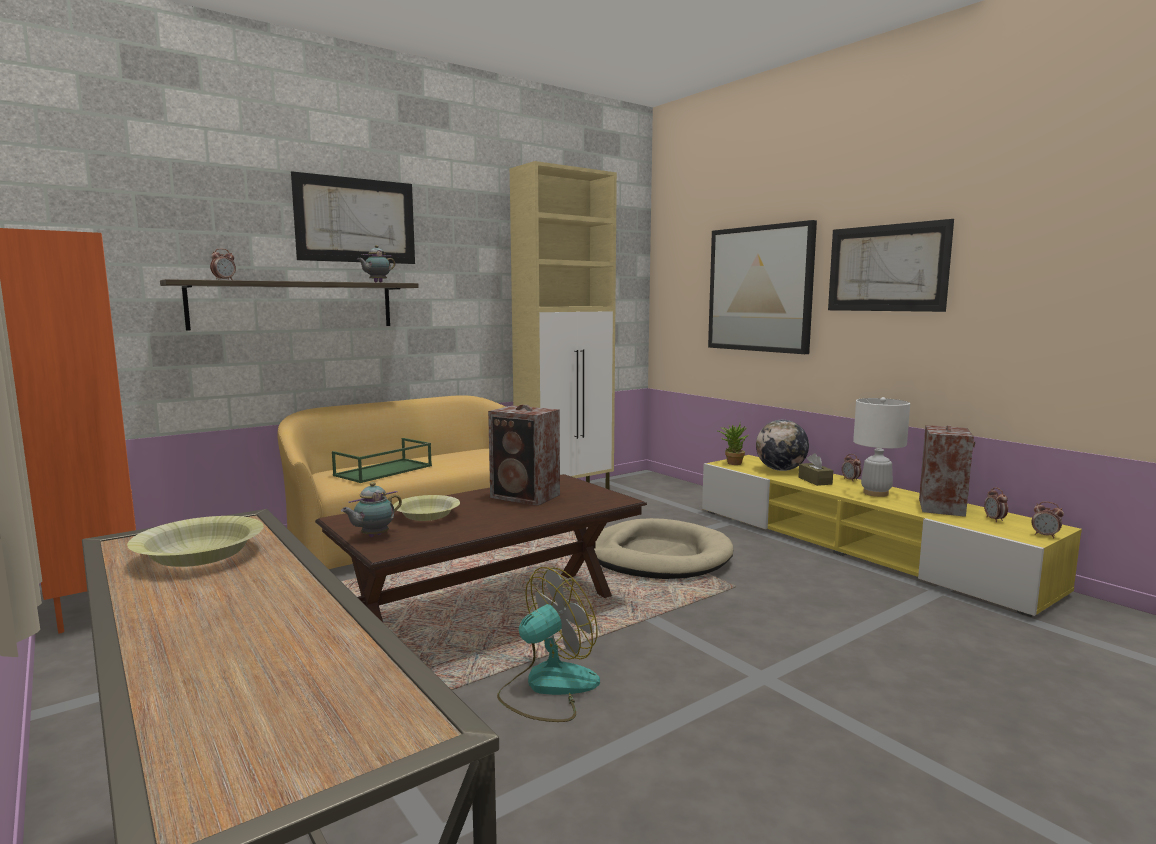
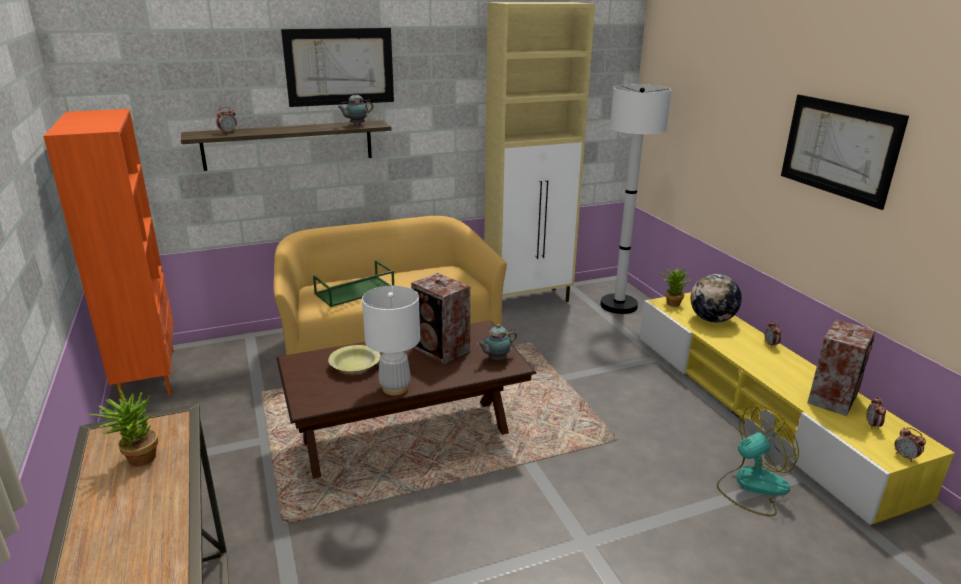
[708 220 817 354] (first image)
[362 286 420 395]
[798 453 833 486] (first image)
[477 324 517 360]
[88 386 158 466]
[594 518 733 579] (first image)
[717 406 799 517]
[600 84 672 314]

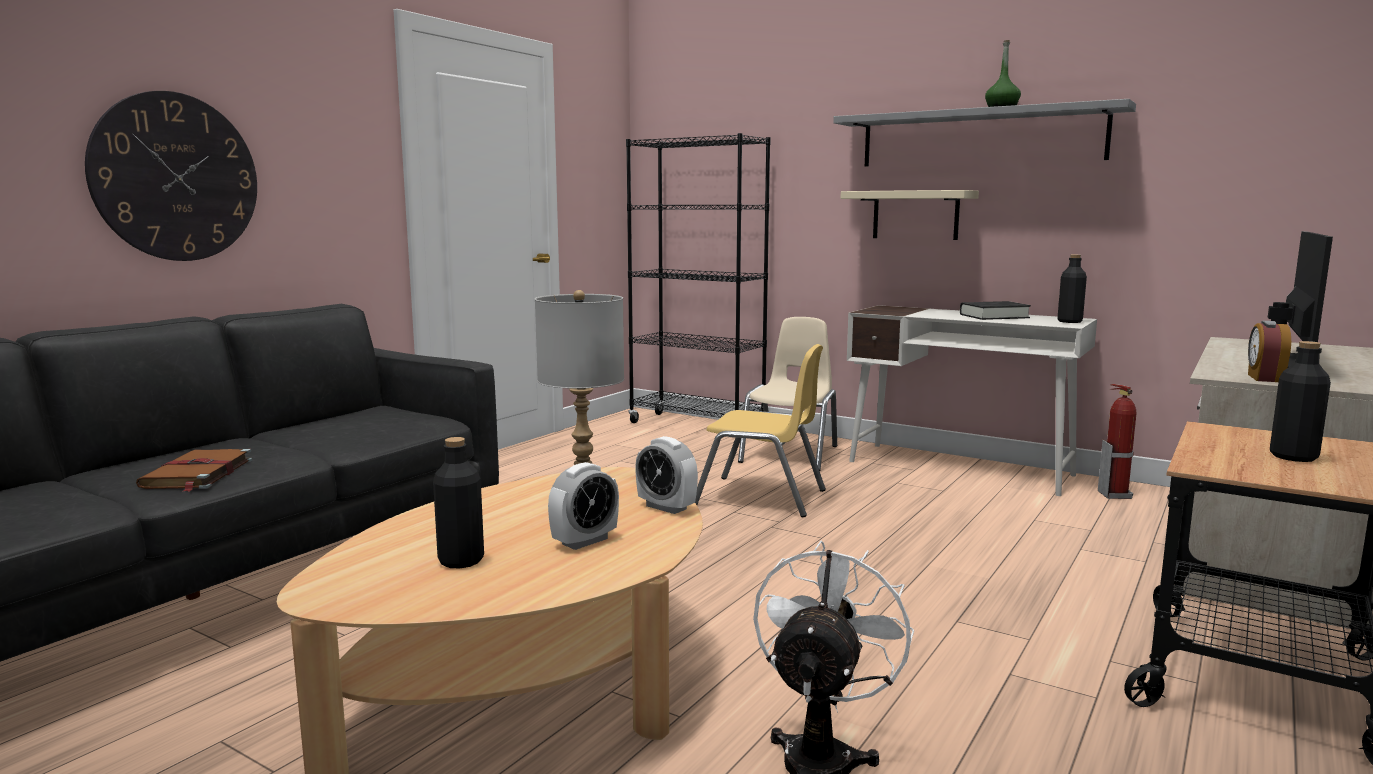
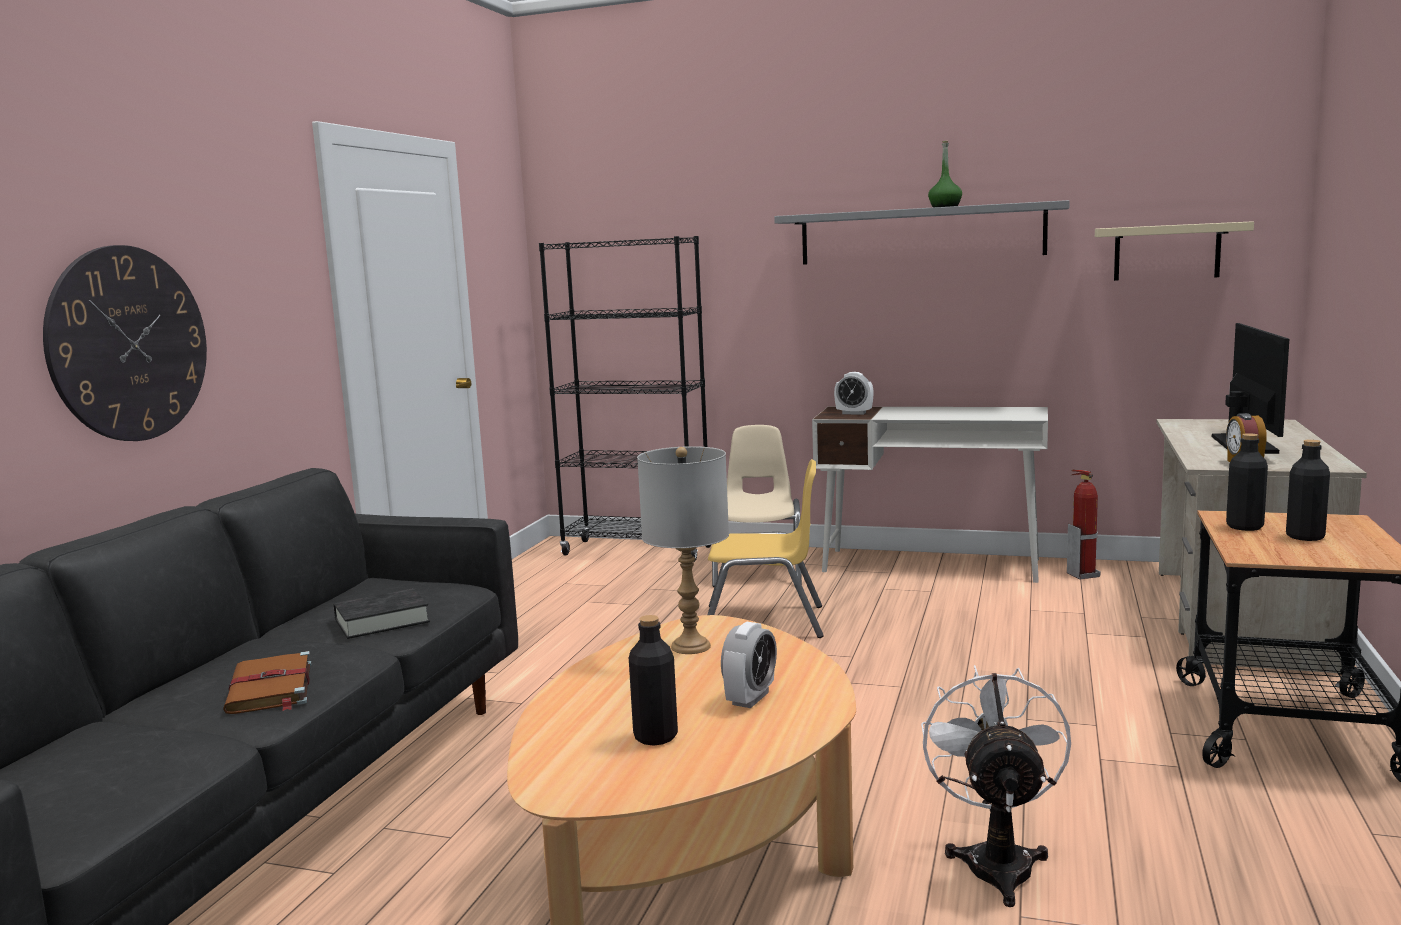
[1095 221 1254 281]
[1226 433 1268 531]
[334 588 430 639]
[834 372 873 415]

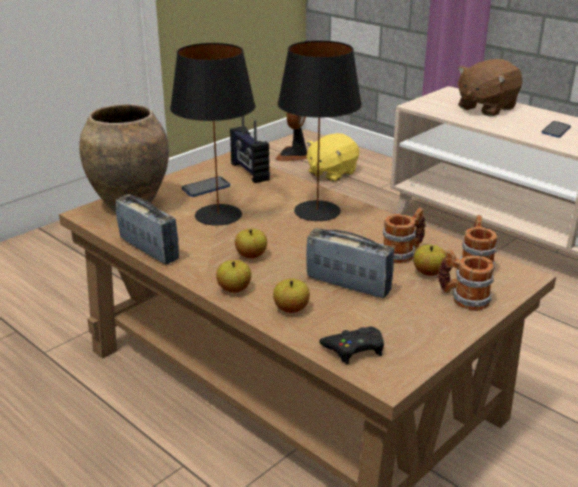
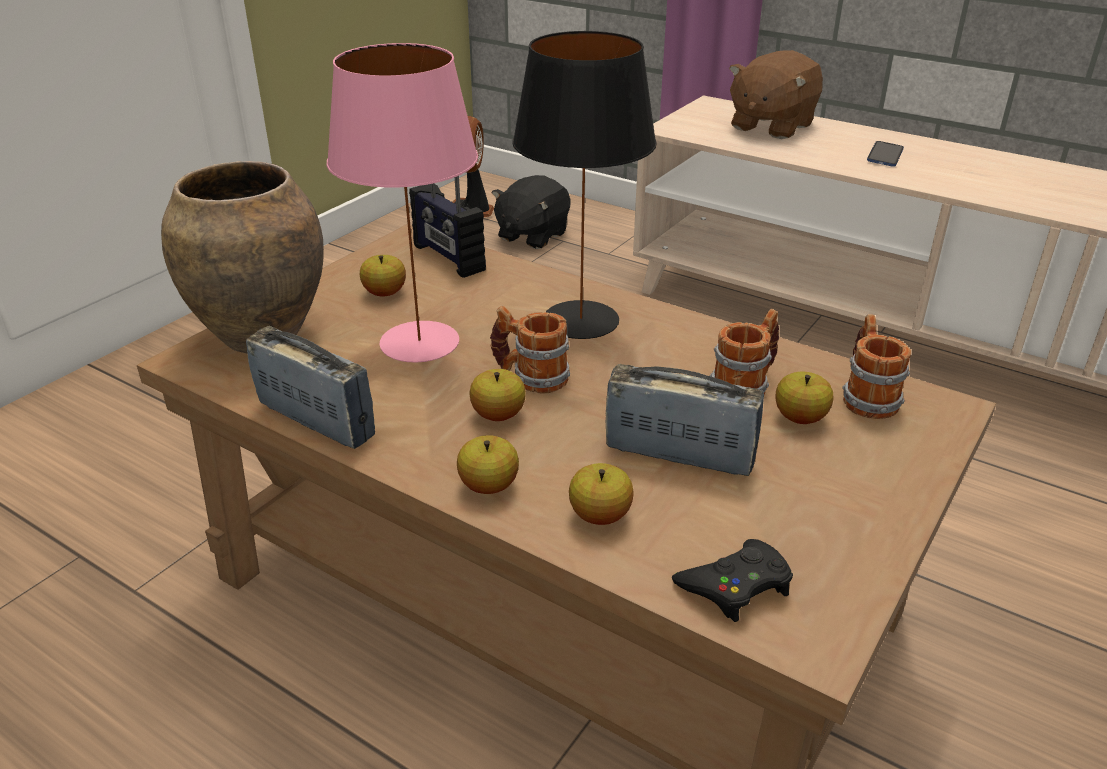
[327 43 478 363]
[491 175 570 249]
[360 255 406 296]
[490 306 570 393]

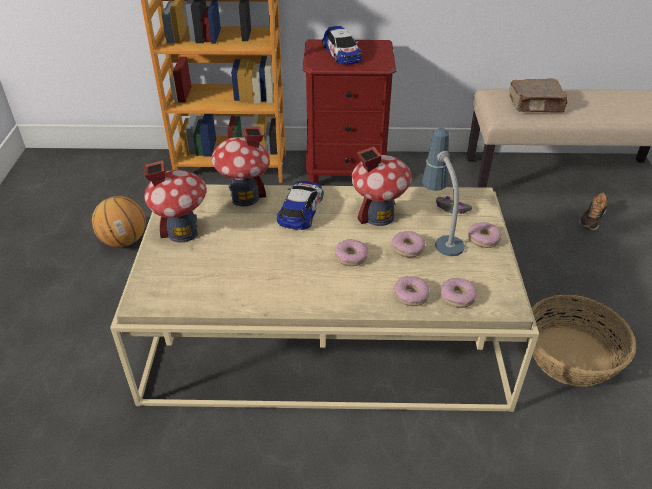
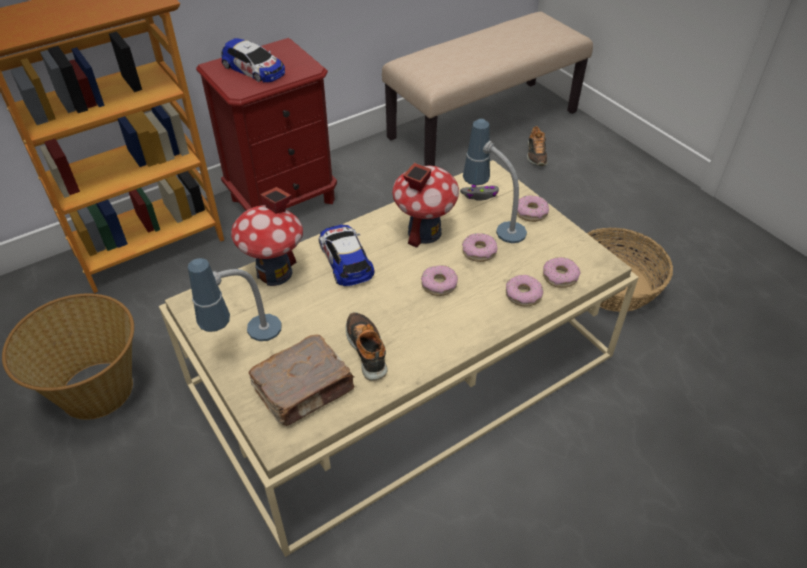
[248 335 355 426]
[188 258 282 341]
[2 293 134 420]
[346 312 388 381]

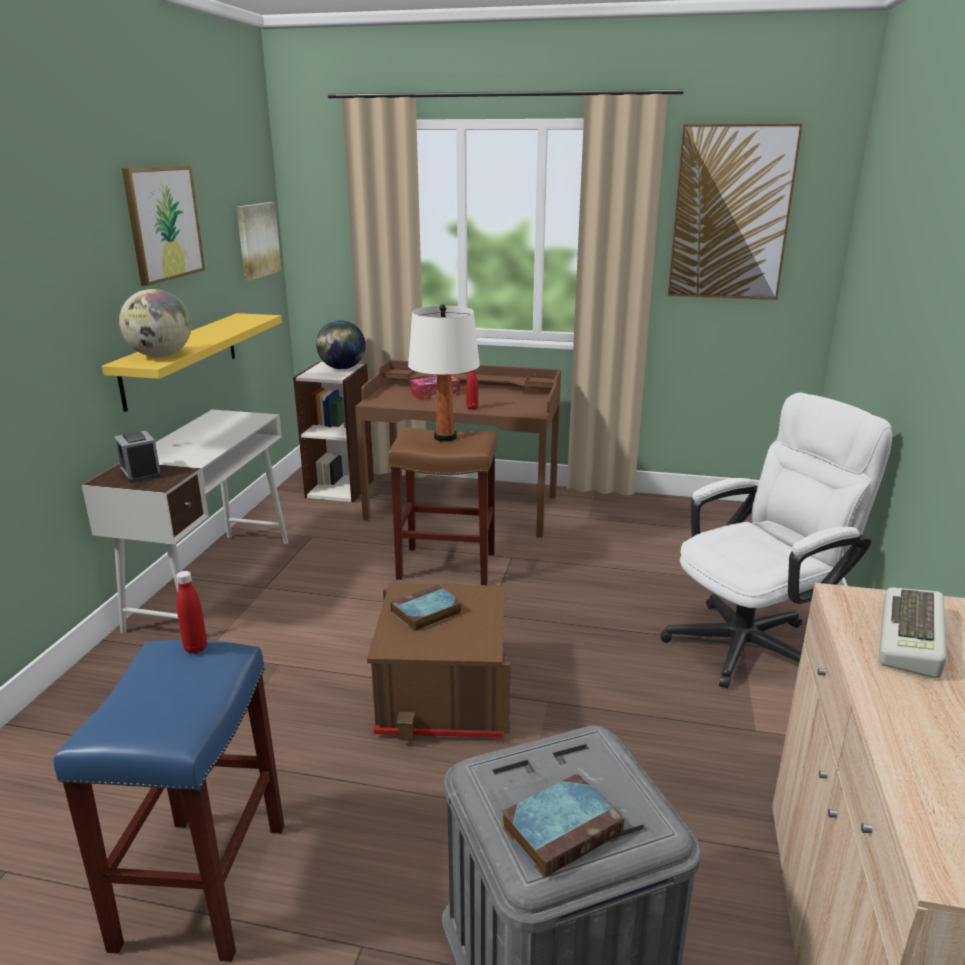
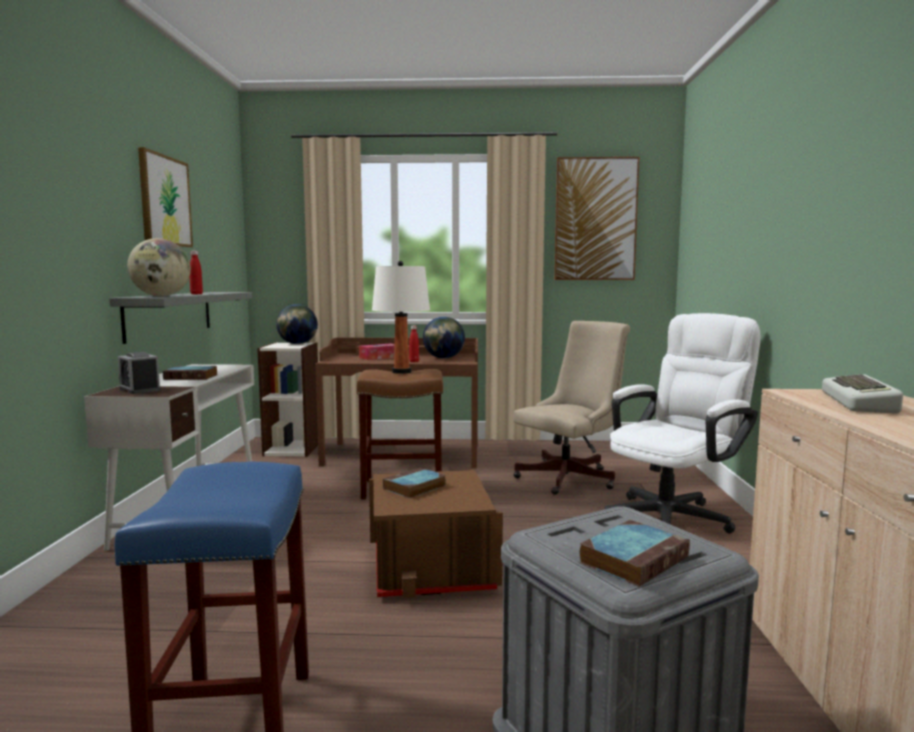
[237 202 282 281] (first image)
[109 292 252 344]
[190 251 203 294]
[423 317 465 359]
[513 321 630 495]
[163 366 217 380]

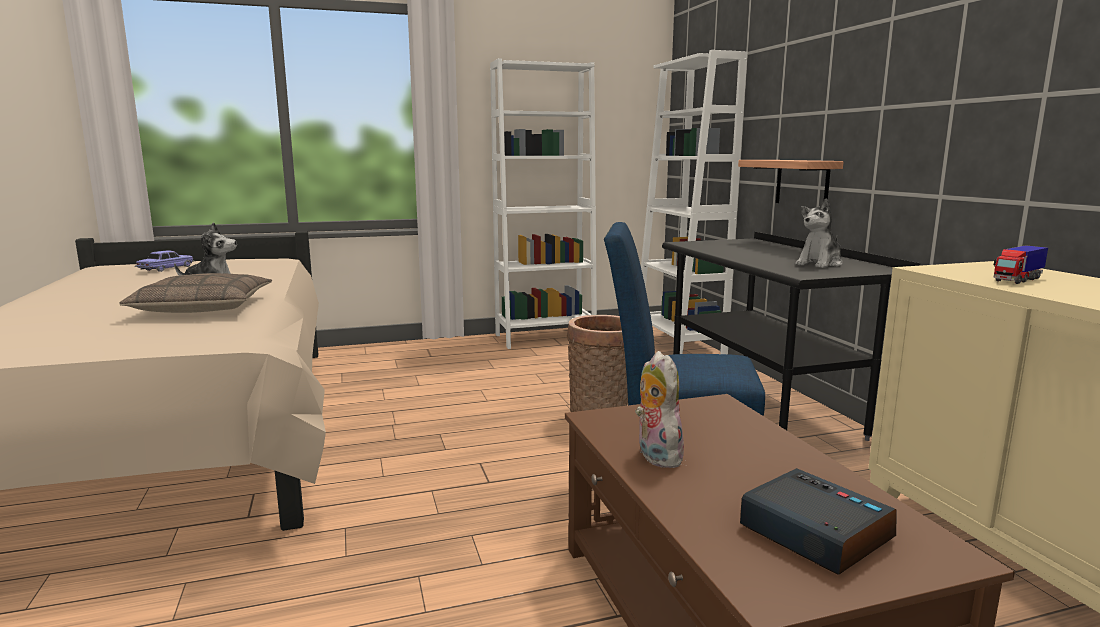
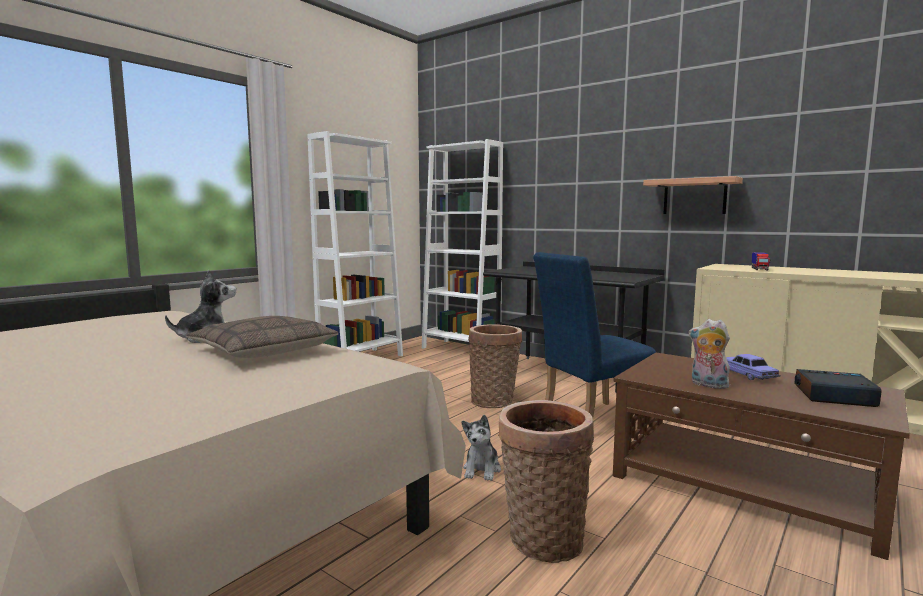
[643 176 743 214]
[462 415 501 481]
[726 354 781 380]
[498 400 594 563]

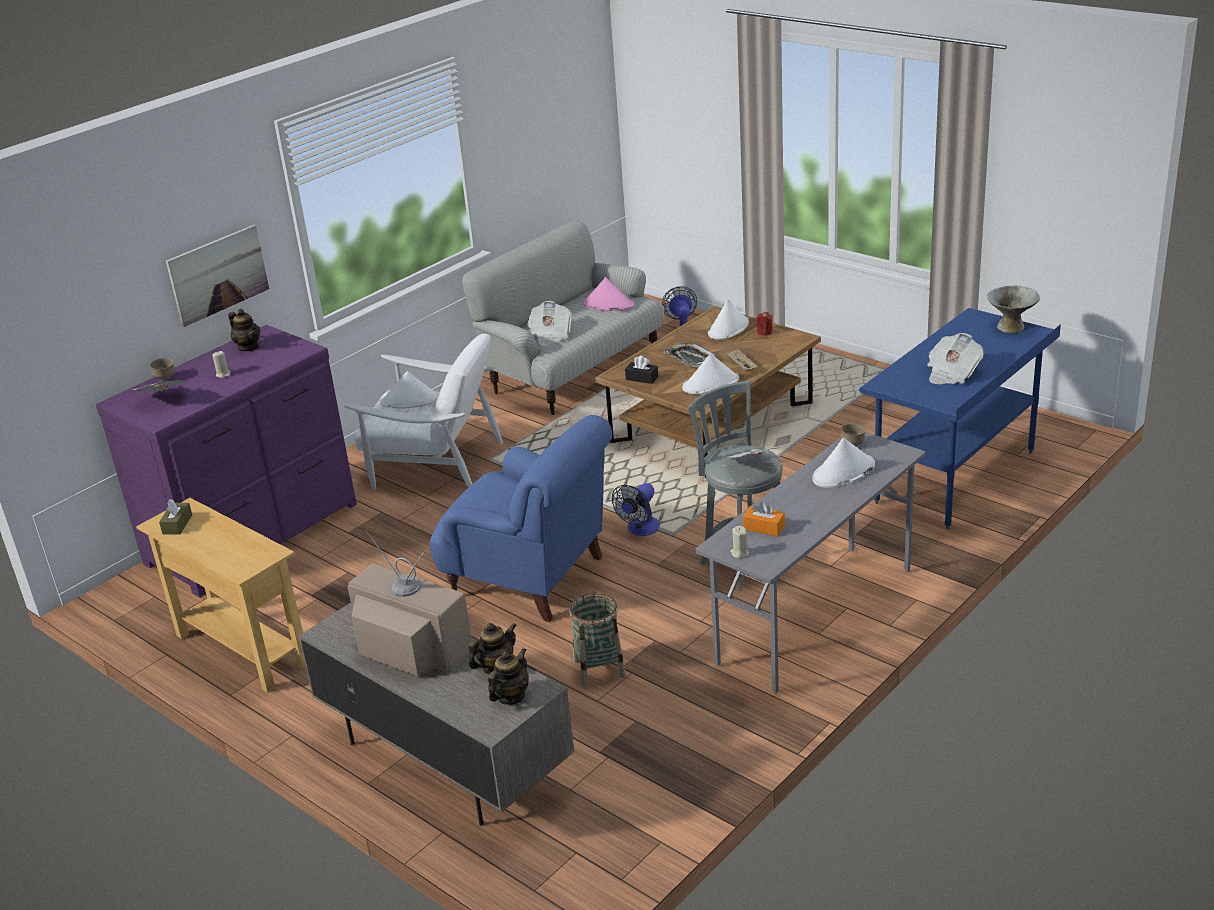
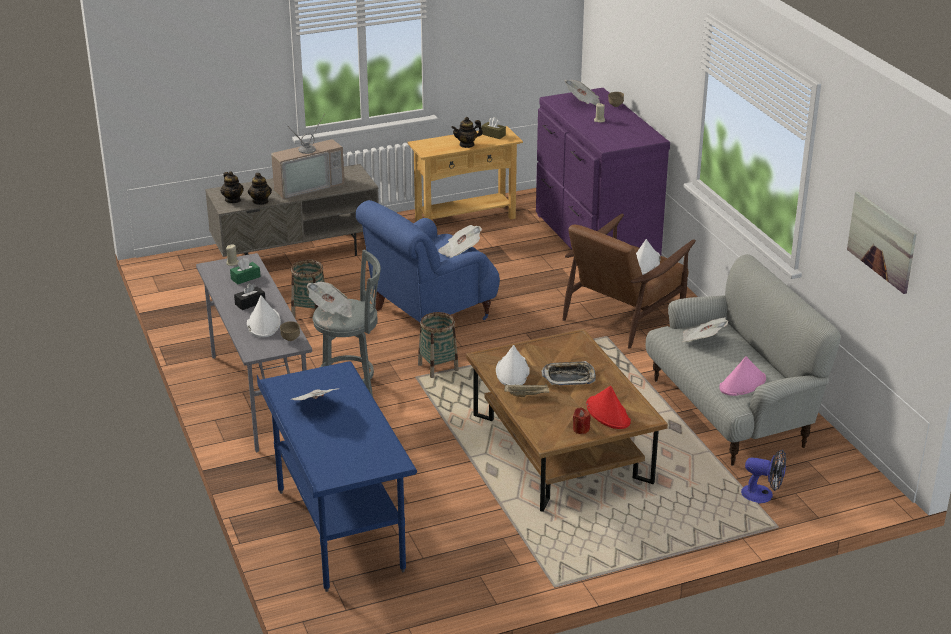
[847 192 917 294]
[987 286 1040 333] (first image)
[586 386 631 429]
[451 117 483 148]
[562 214 696 348]
[234 284 265 310]
[418 312 459 378]
[230 258 261 284]
[438 225 482 258]

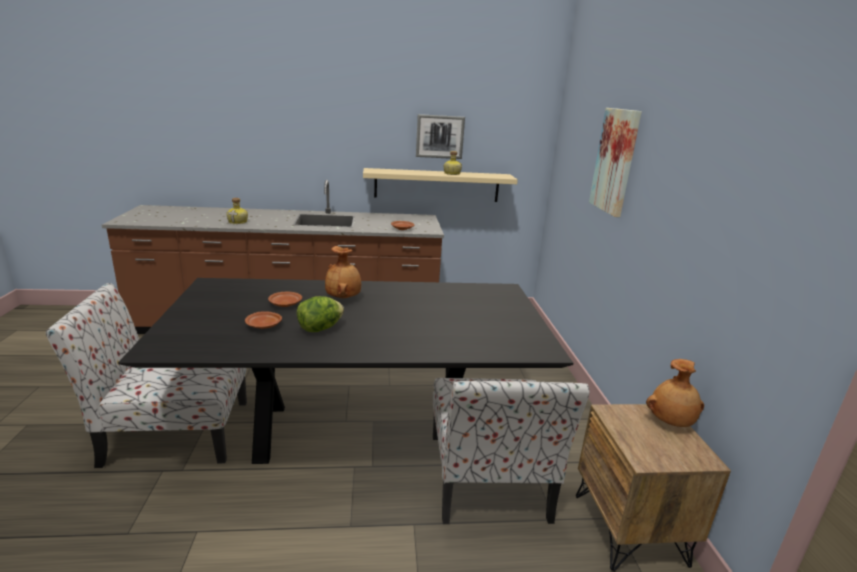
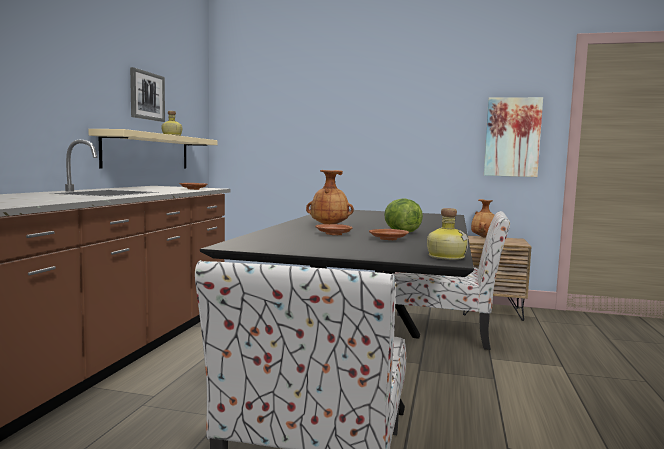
[484 97 543 177]
[427 208 468 260]

